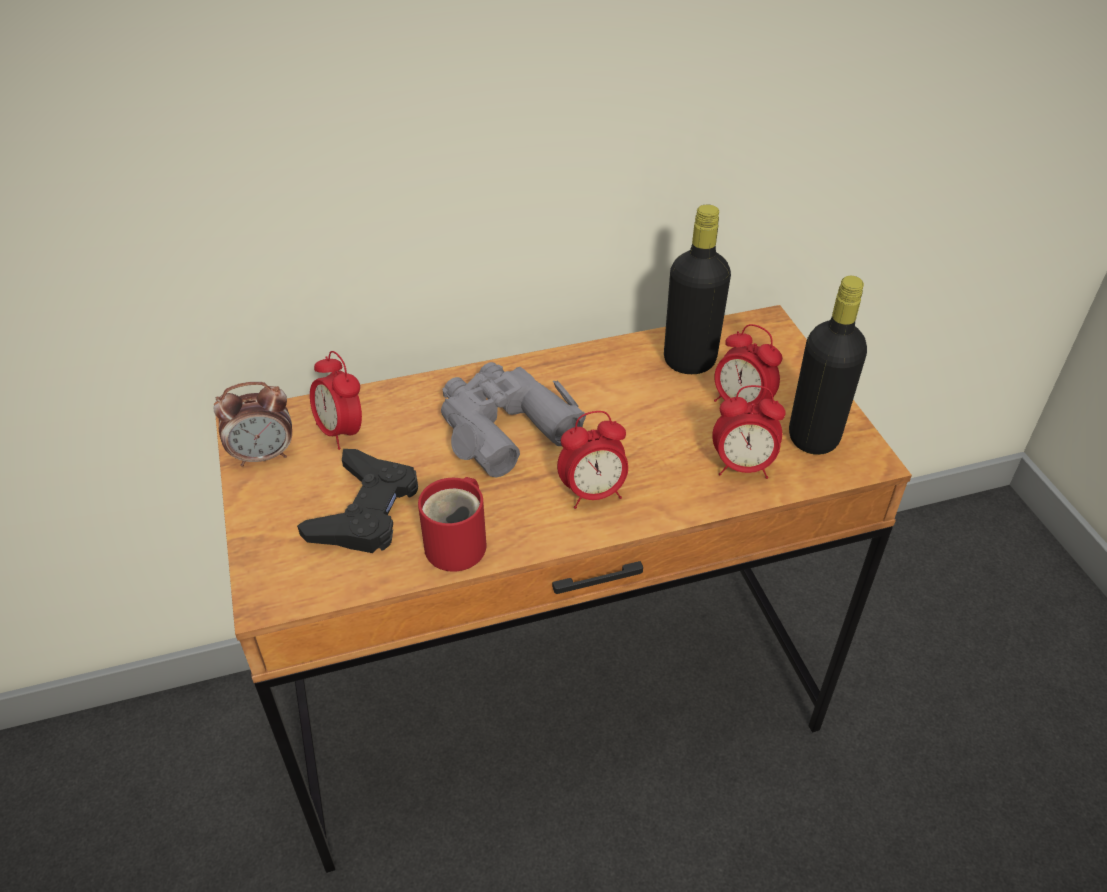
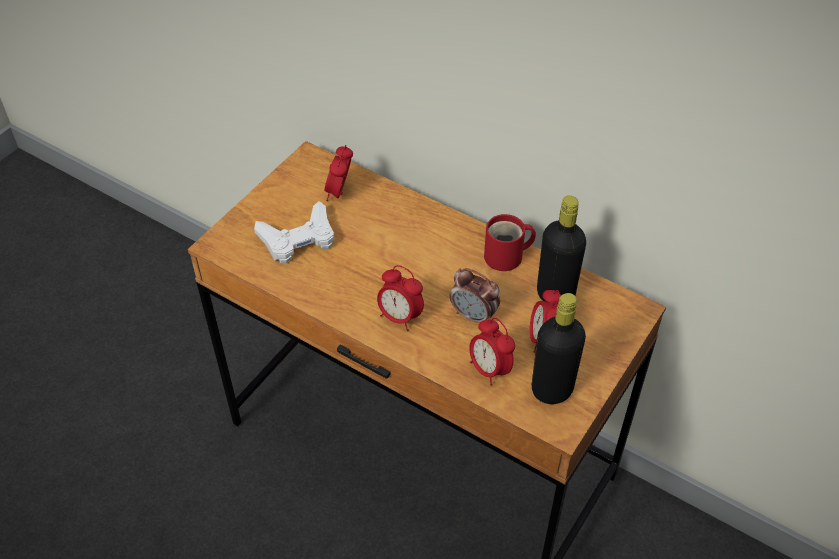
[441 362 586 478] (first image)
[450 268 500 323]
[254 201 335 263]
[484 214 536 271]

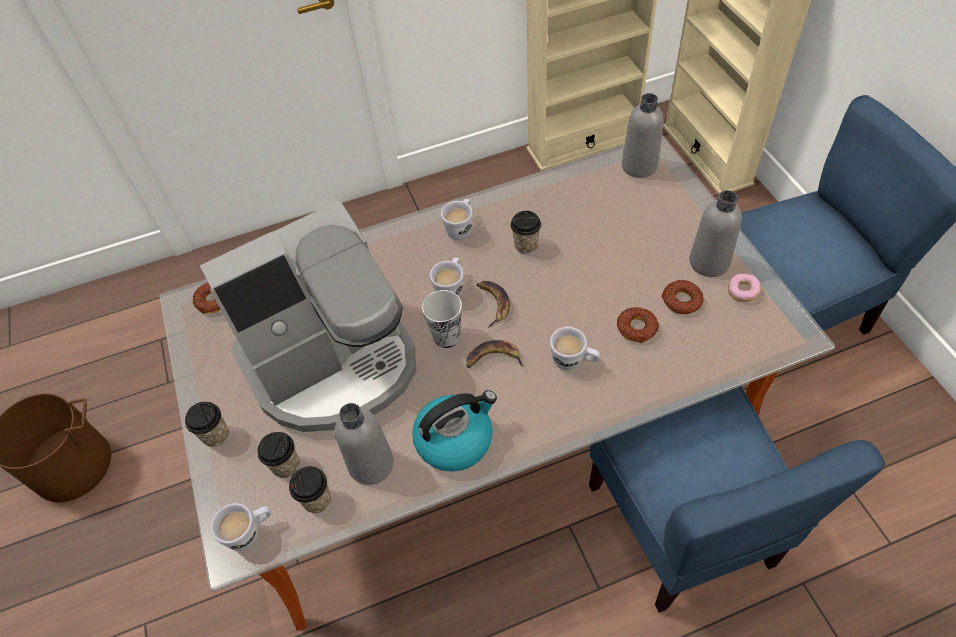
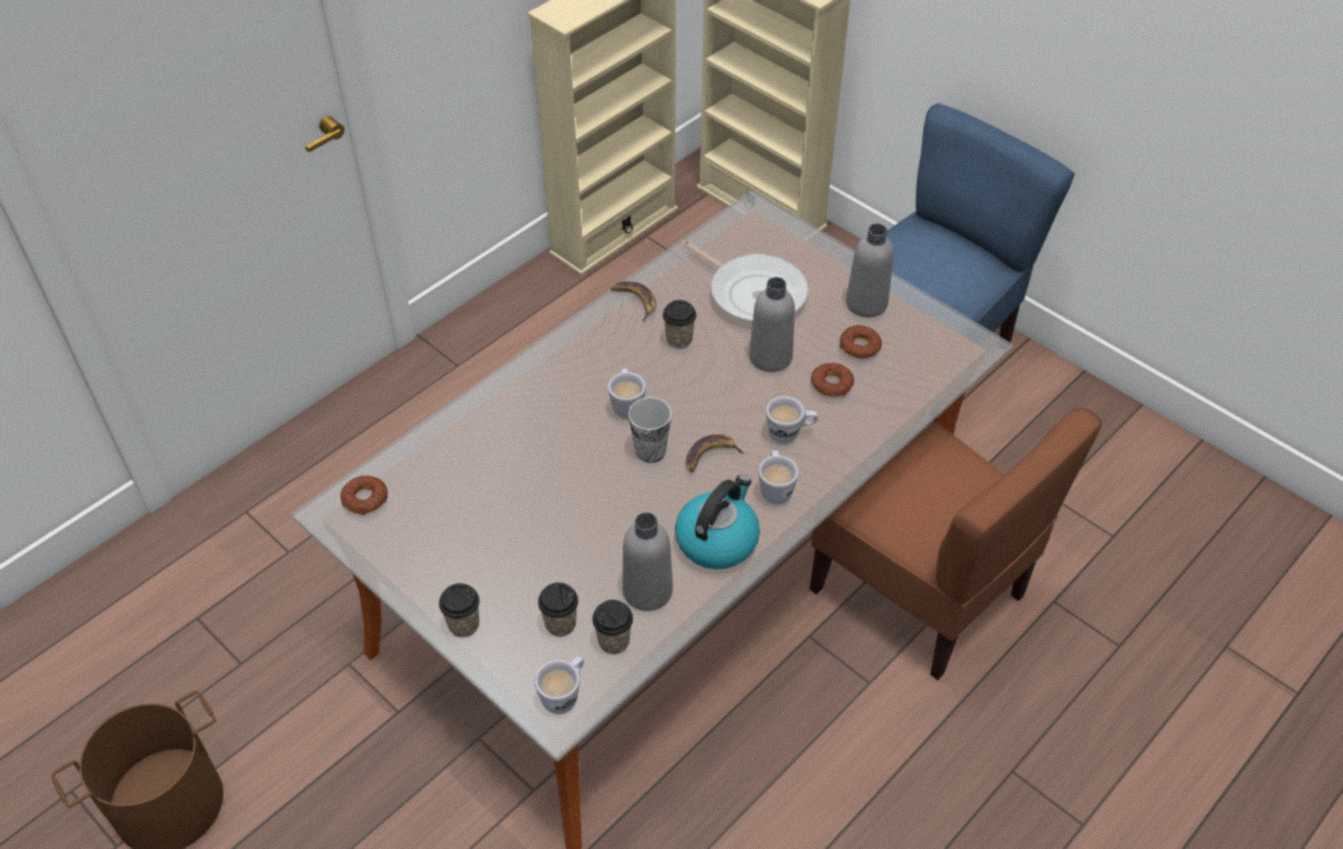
[749 277 795 372]
[758 451 799 504]
[200 201 416 432] (first image)
[728 274 761 302] (first image)
[611 281 656 322]
[810 408 1102 680]
[682 240 808 323]

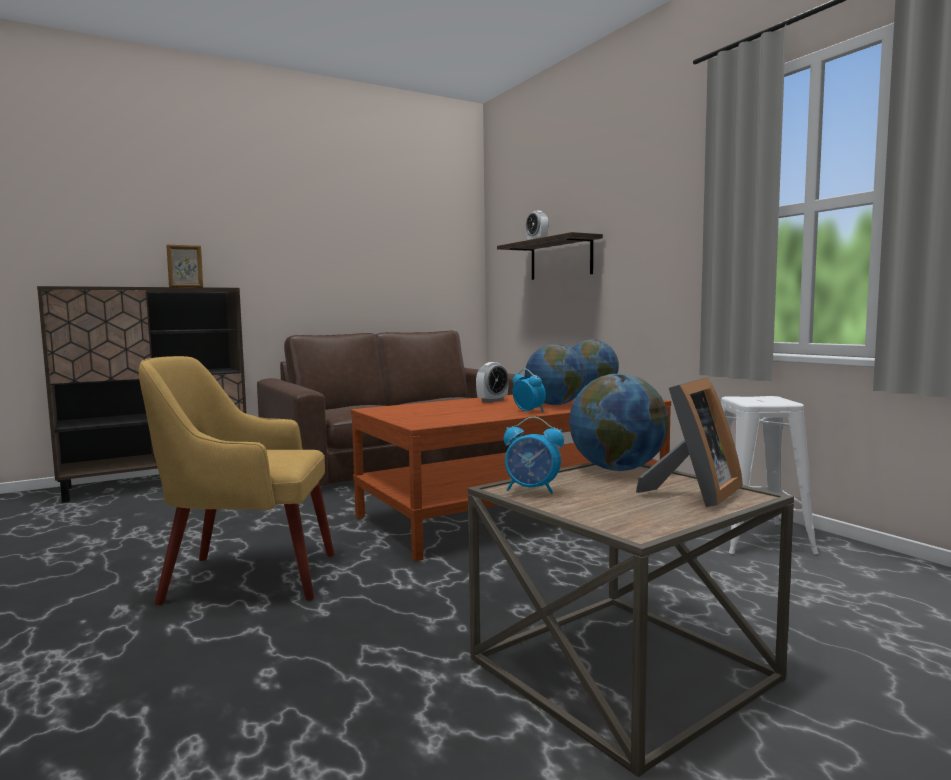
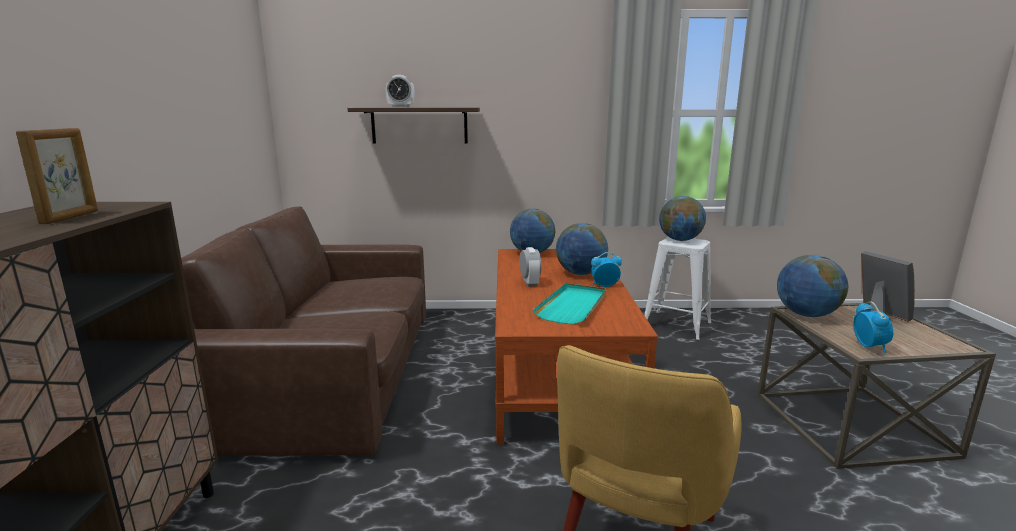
[853 301 893 353]
[659 196 706 241]
[532 283 606 325]

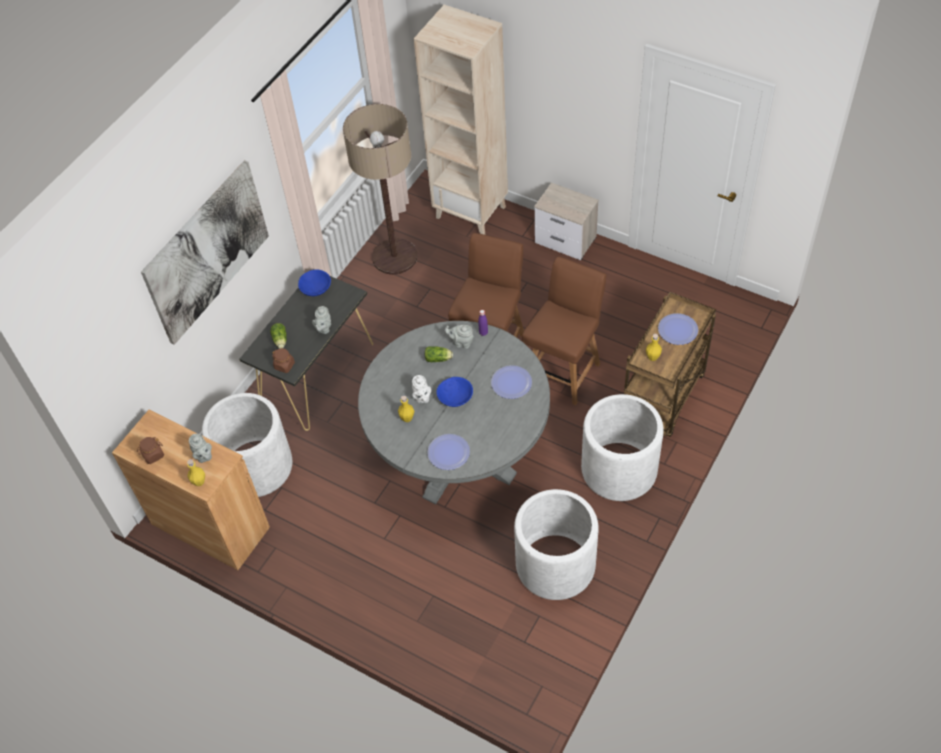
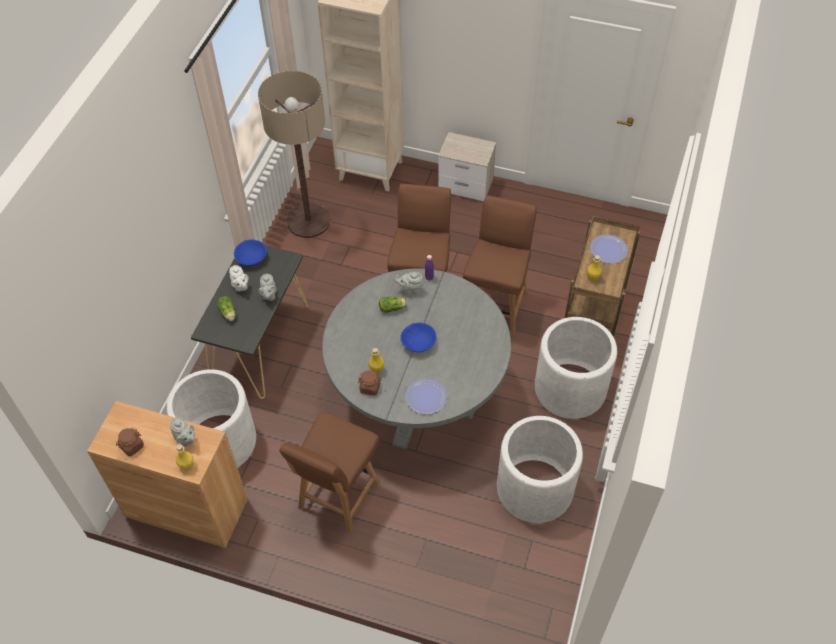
[141 160 269 345] (first image)
[358 370 382 396]
[491 365 532 399] (first image)
[229 265 249 292]
[279 412 380 534]

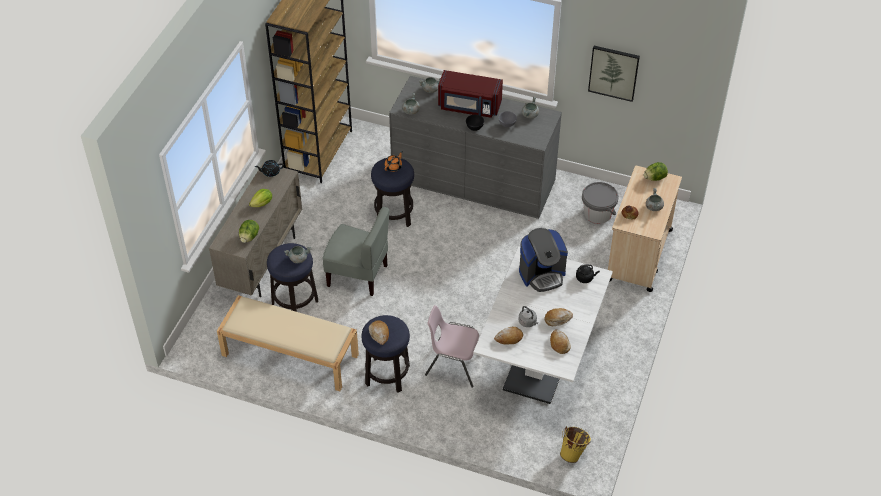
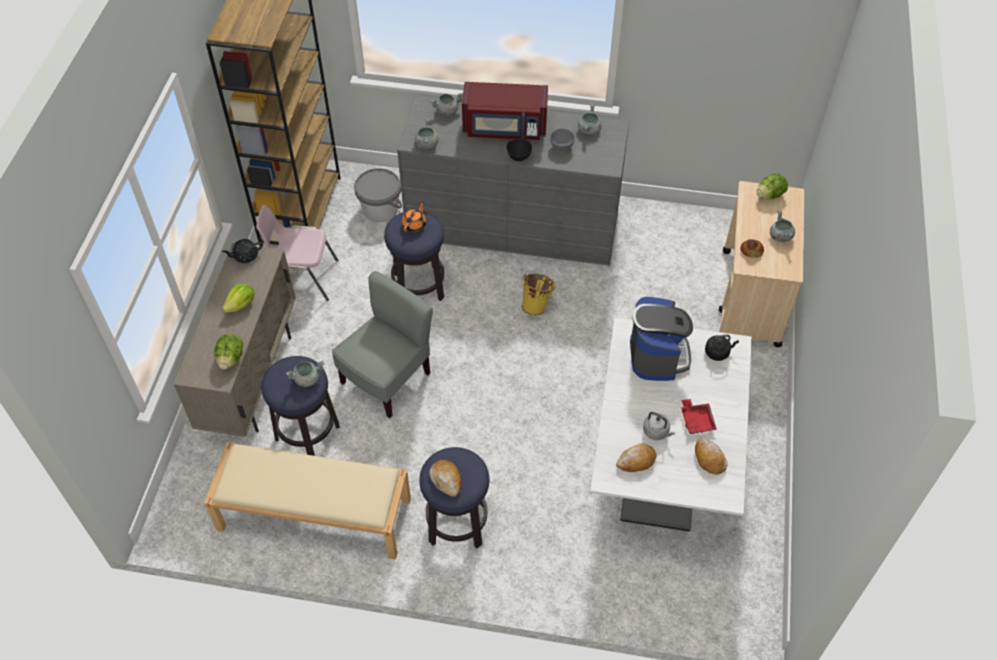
[588 46 640 102] (first image)
[354 168 402 222]
[332 271 433 418]
[630 297 693 381]
[256 205 339 301]
[681 399 717 434]
[522 273 556 315]

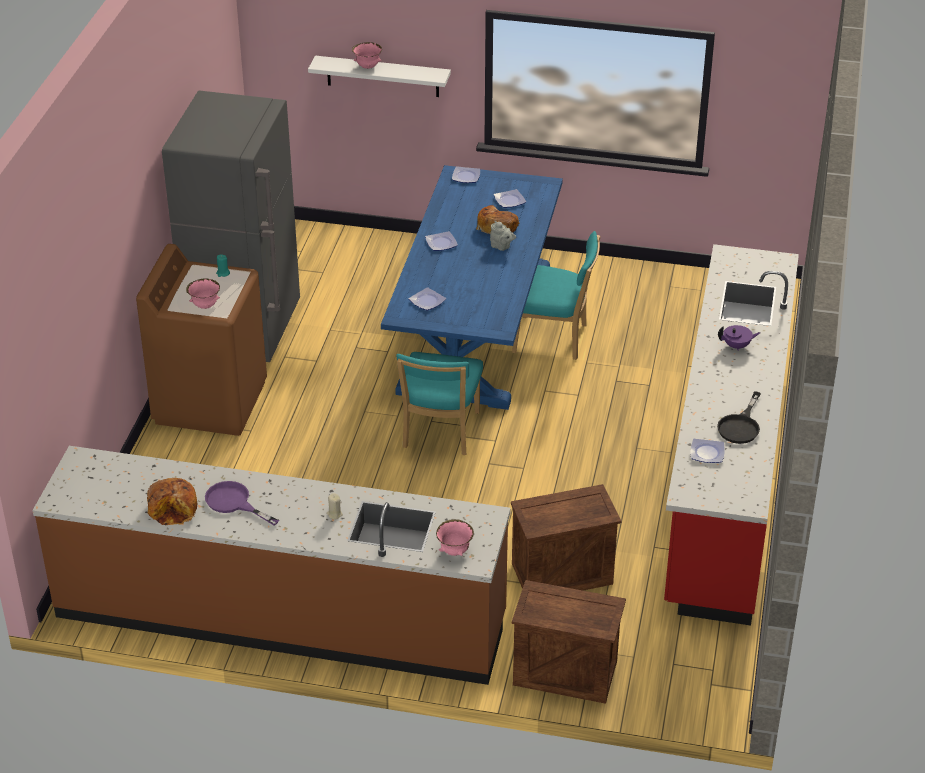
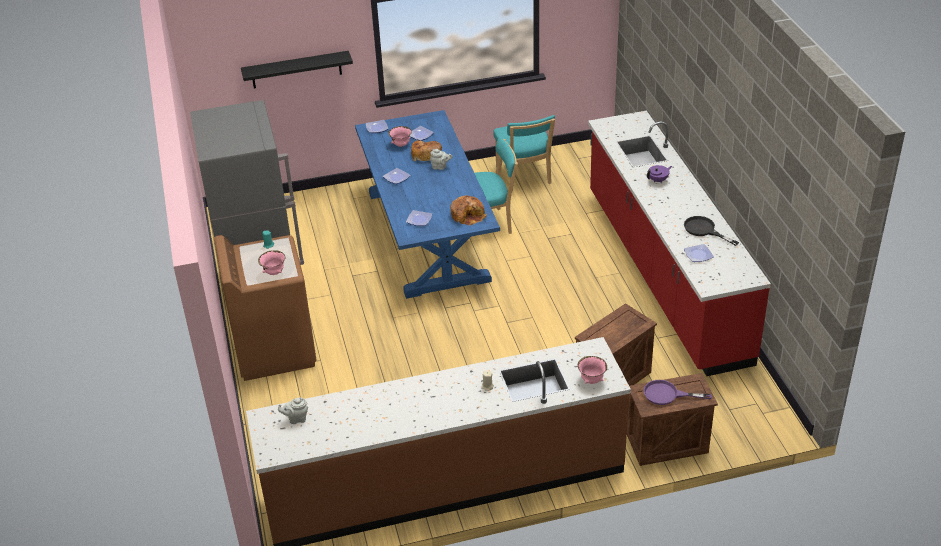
[388 126 412 147]
[241 51 353 89]
[493 115 555 191]
[684 216 739 246]
[450 196 487 225]
[644 380 712 405]
[278 398 308 424]

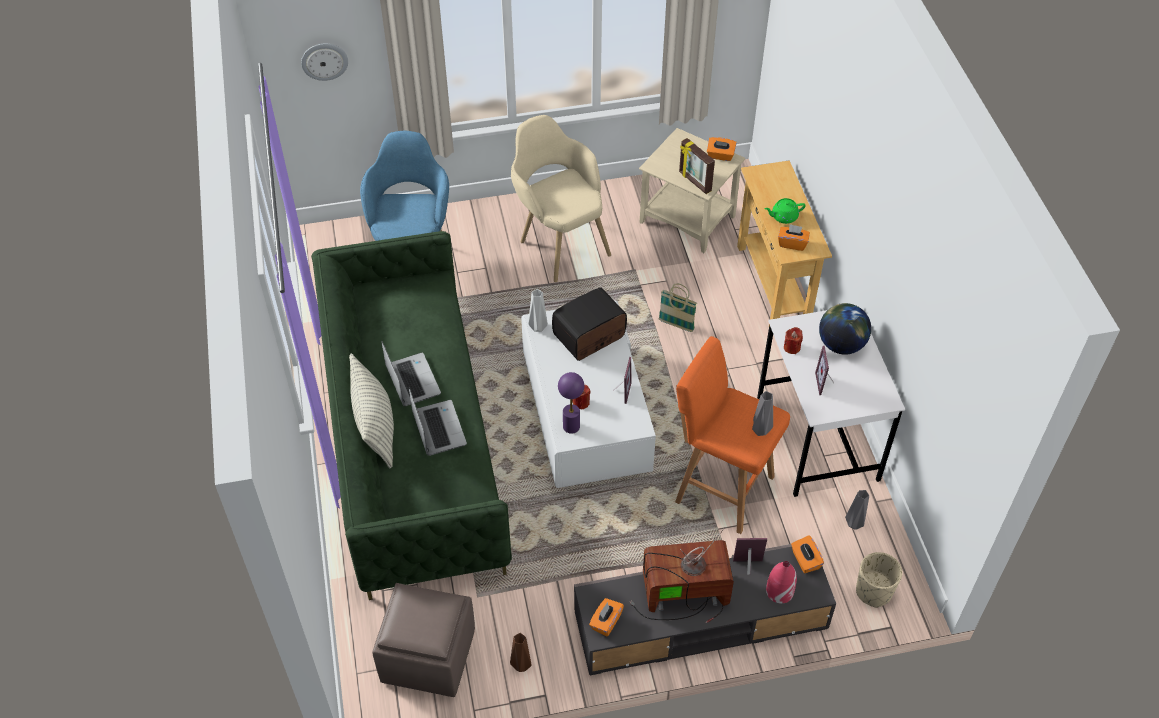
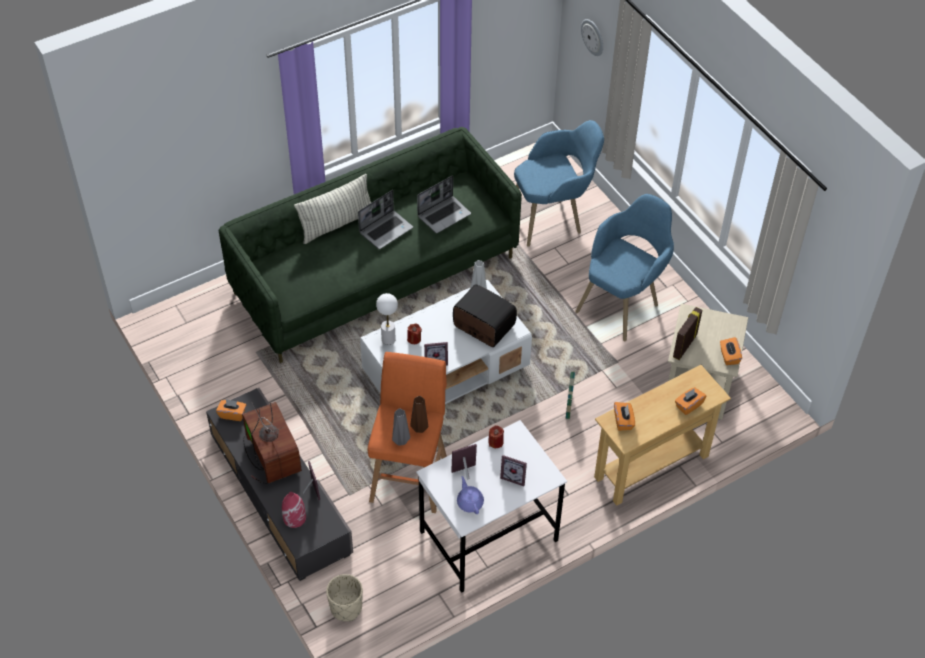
[575 194 674 341]
[765 198 806 224] (first image)
[500 455 527 487]
[376 293 398 345]
[417 175 471 233]
[845 490 869 530] (first image)
[675 387 707 415]
[372 583 475 697] (first image)
[410 396 428 433]
[457 476 484 514]

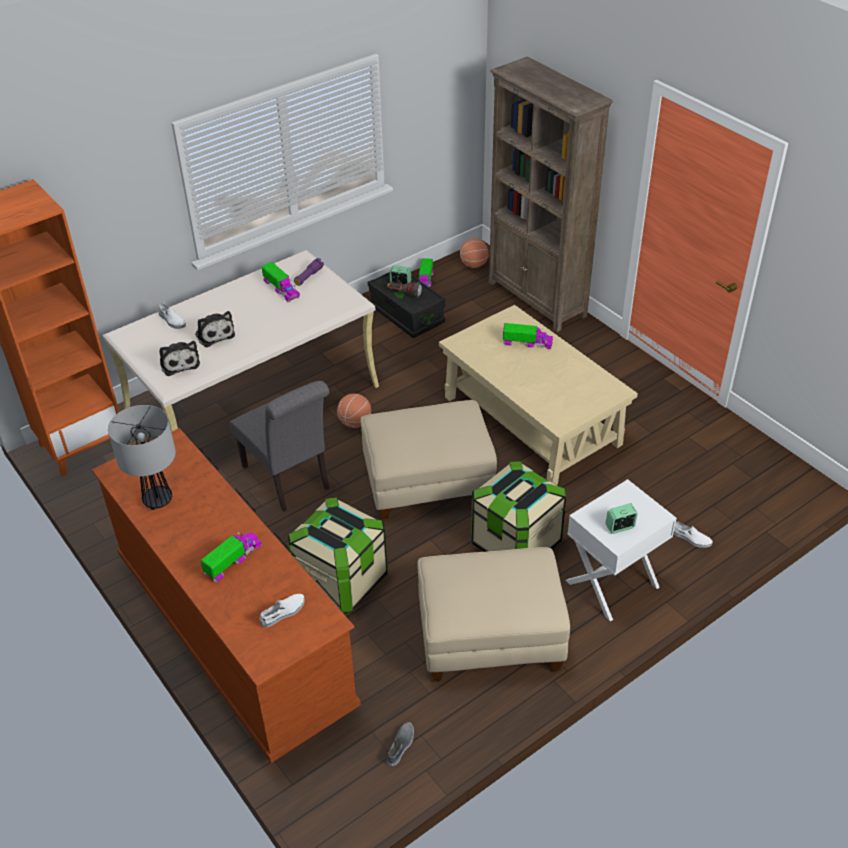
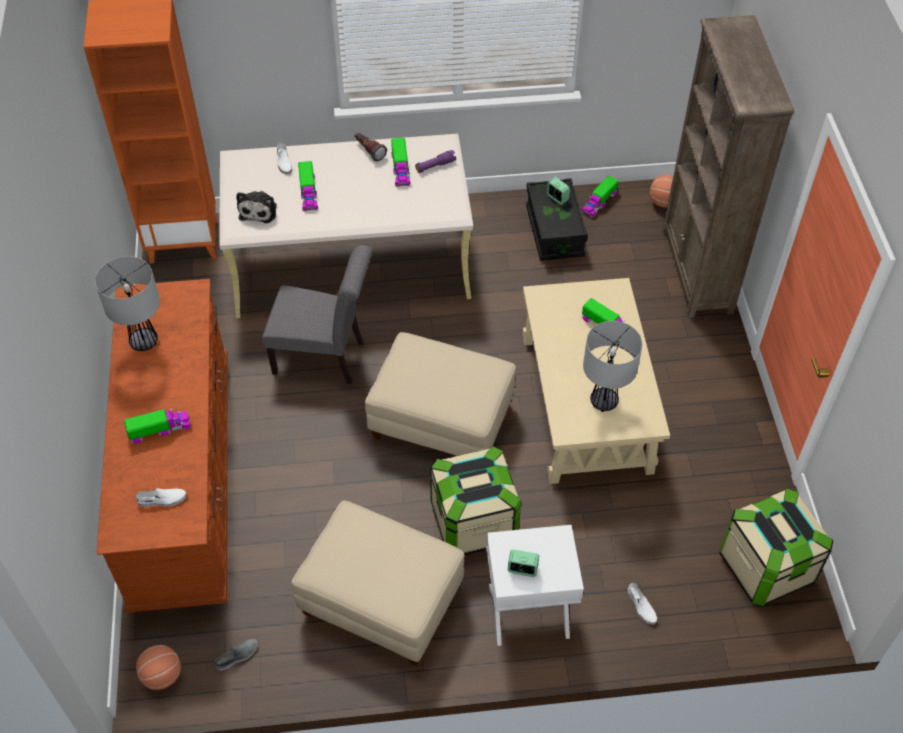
[354 132 387 162]
[298 161 318 211]
[262 245 372 384]
[136 645 181 690]
[719 488 833 607]
[583 321 642 412]

